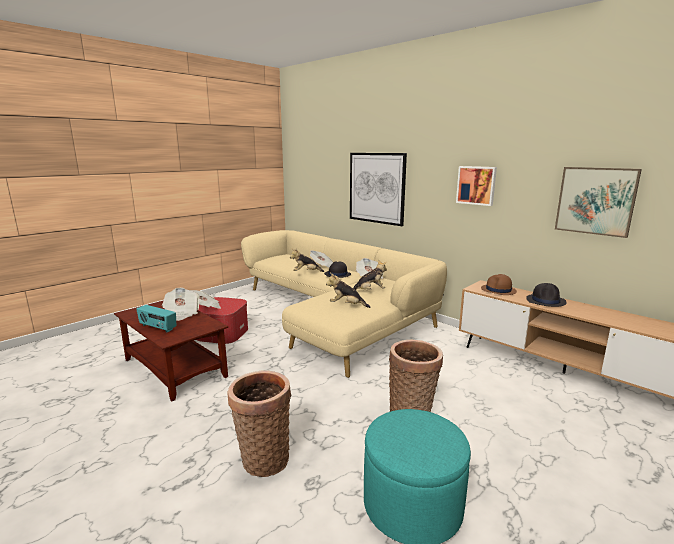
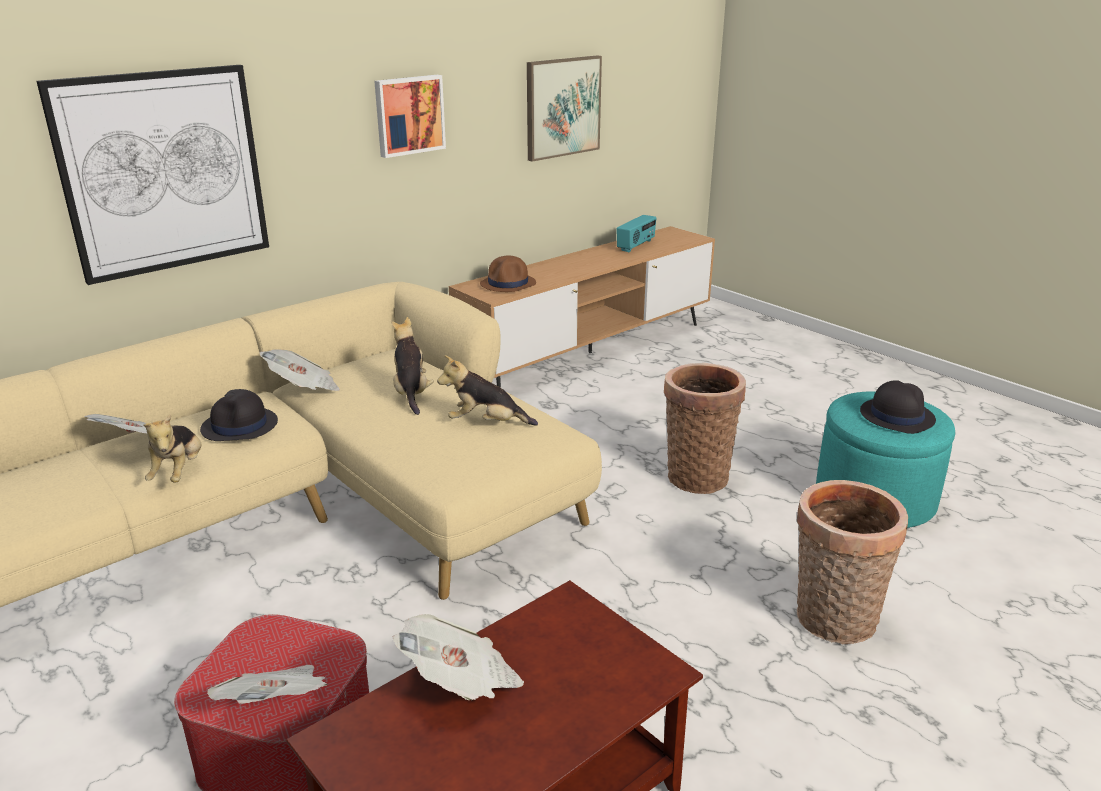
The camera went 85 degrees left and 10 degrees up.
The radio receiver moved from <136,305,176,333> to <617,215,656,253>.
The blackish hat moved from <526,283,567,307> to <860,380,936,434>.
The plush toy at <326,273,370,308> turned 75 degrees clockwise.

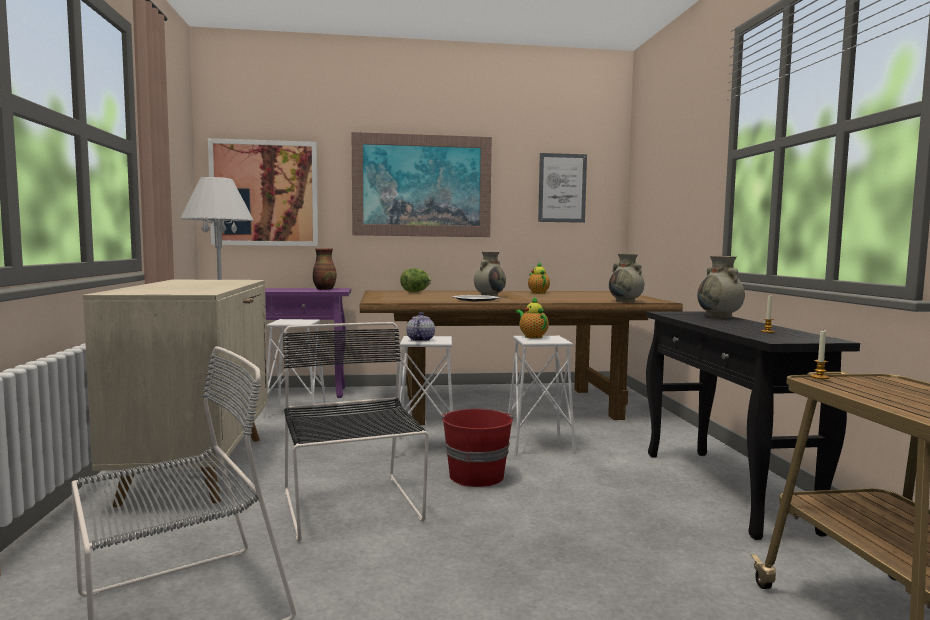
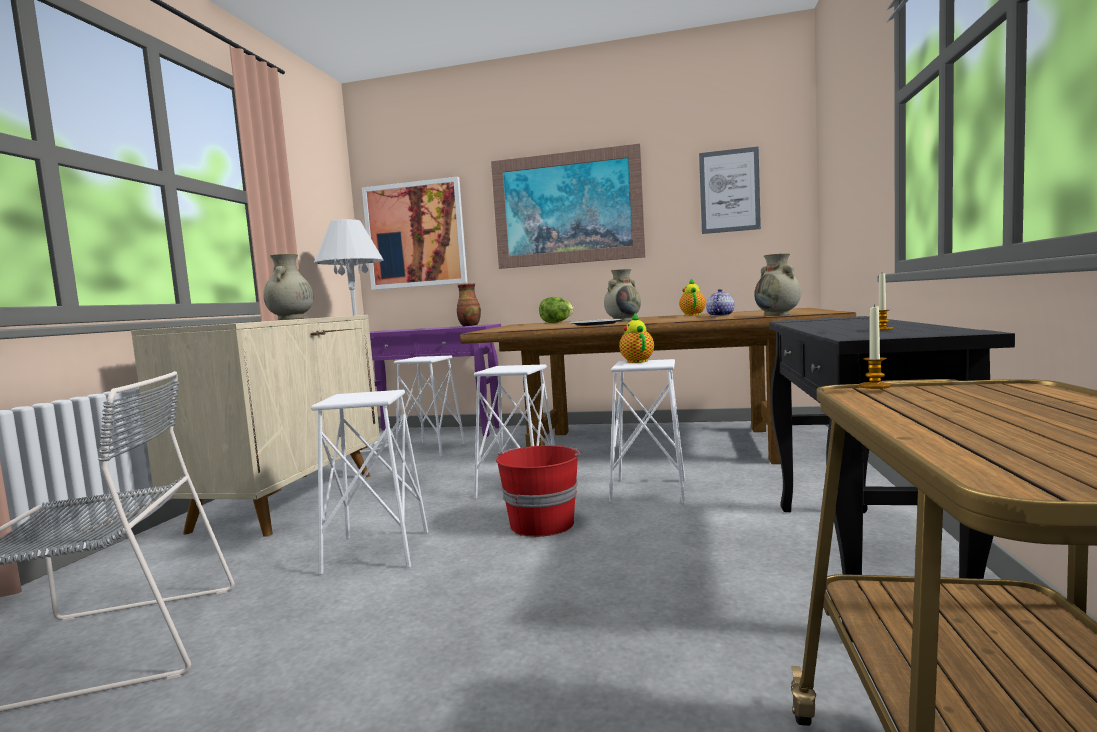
The camera went 20 degrees right and 0 degrees up.
The tea pot moved from <407,312,435,341> to <706,289,734,316>.
The beige decorative vase moved from <697,256,745,318> to <263,254,313,320>.
The blackish chair at <283,322,429,541> was replaced by the white sitting stool at <311,390,428,575>.

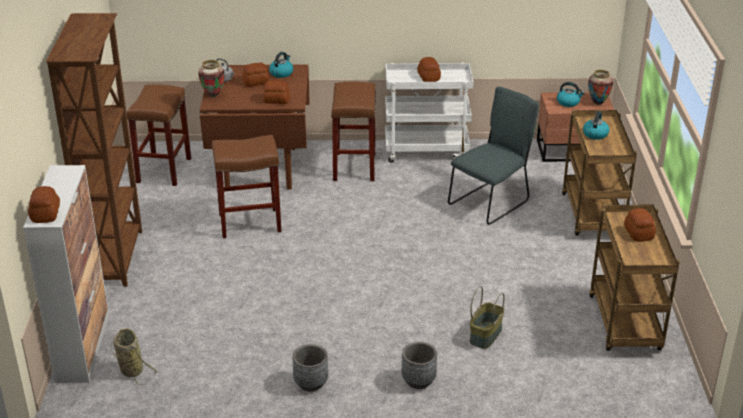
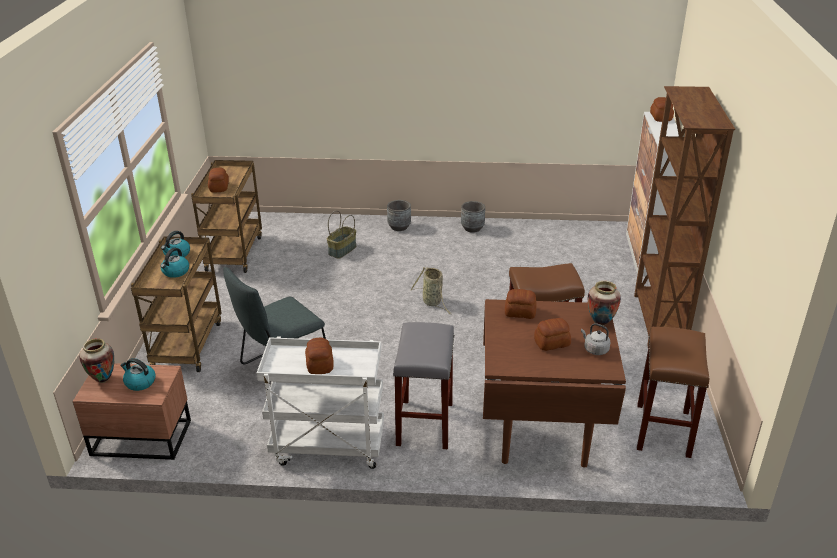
The camera went 175 degrees left and 0 degrees up.
The storage basket moved from <110,328,158,385> to <410,267,452,314>.
The tea kettle moved from <269,52,293,78> to <161,231,190,257>.
The brownish sitting stool at <331,82,376,181> became the greyish sitting stool at <393,322,454,449>.

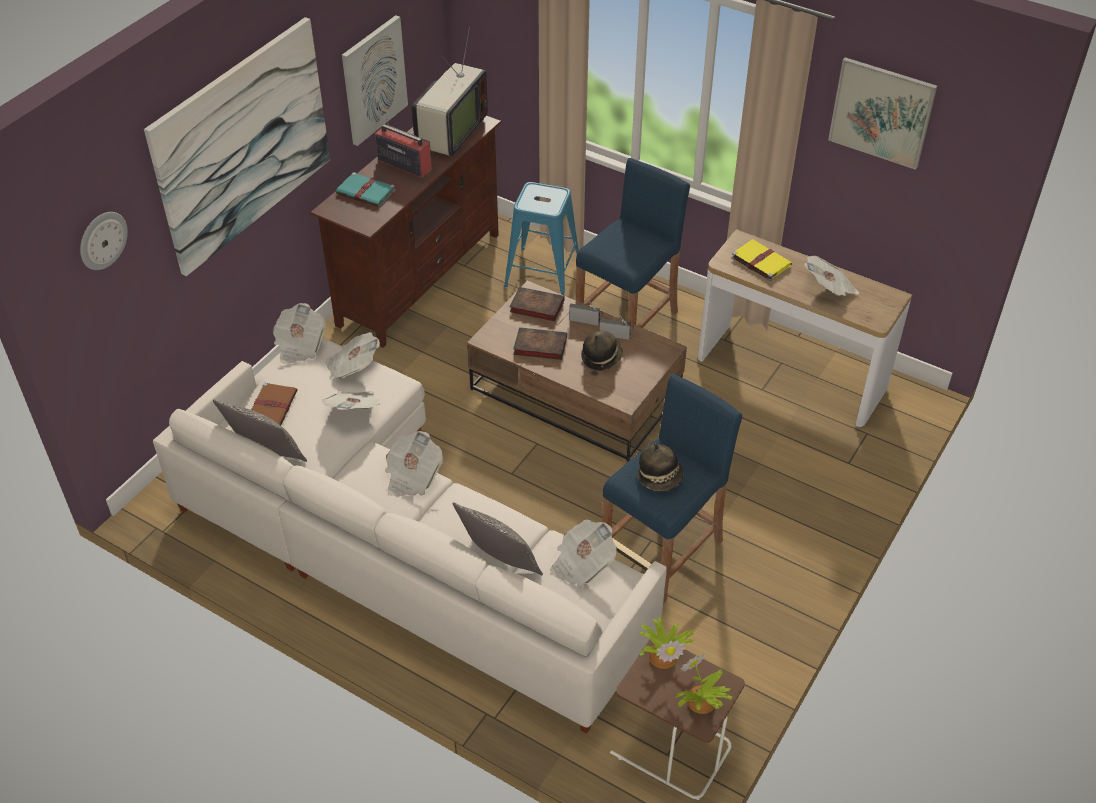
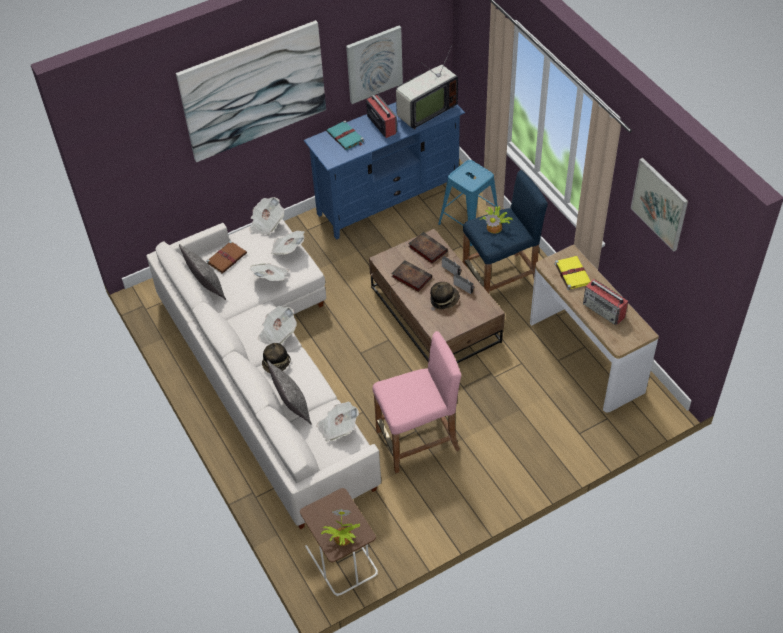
The camera went 30 degrees right and 5 degrees up.
The clock on the wall at <80,212,128,270> disappeared.
The hat moved from <637,444,684,491> to <262,343,291,373>.
The plant in a pot moved from <640,616,695,669> to <480,206,513,233>.
The newspaper at <804,256,859,297> was replaced by the radio receiver at <583,279,628,325>.
The brownish tv stand at <309,115,502,348> became the blue-coloured tv stand at <303,102,465,240>.
The blue-coloured sitting stool at <602,374,742,604> became the pinkish sitting stool at <372,331,462,473>.

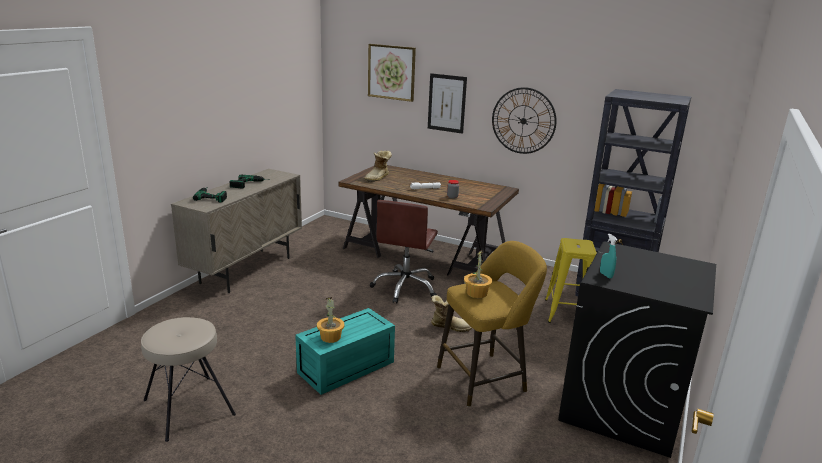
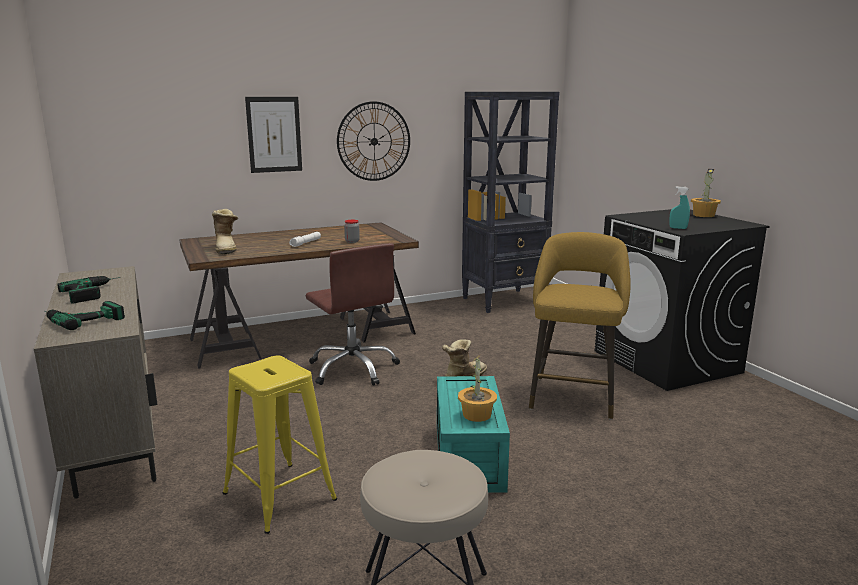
The camera went 50 degrees left and 5 degrees down.
The picture at <368,44,416,102> disappeared.
The plant in a pot moved from <464,250,493,298> to <691,169,721,217>.
The yellowish sitting stool moved from <545,238,597,323> to <223,355,337,534>.

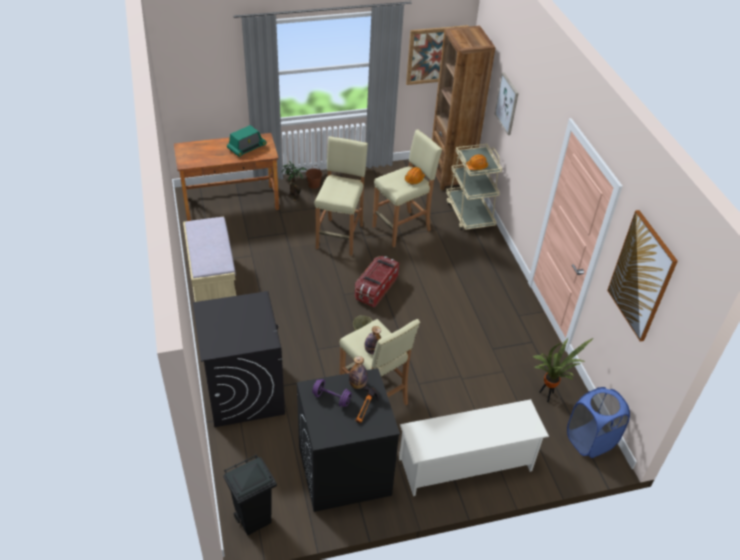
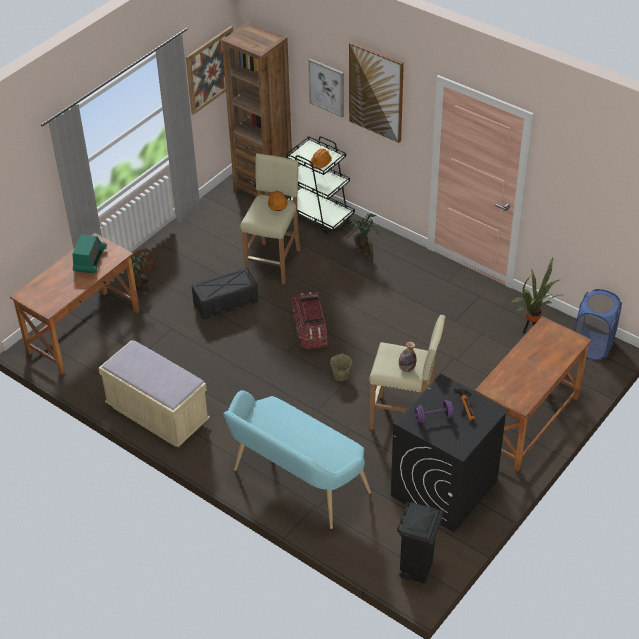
The camera went 35 degrees left and 0 degrees up.
The beverage bottle at <349,356,368,389> disappeared.
The plant in a pot at <349,213,379,260> appeared.
The picture moved from <607,210,678,342> to <349,42,404,143>.
The blackish washing machine at <193,291,285,427> was replaced by the blue-green indoor bench at <223,390,371,529>.
The beige sitting stool at <314,136,368,256> was replaced by the blackish storage container at <192,268,258,319>.
The white shoe stand at <399,399,549,496> was replaced by the brownish desk at <475,316,592,471>.
The beige trolley at <446,144,502,230> became the blackish trolley at <286,136,355,234>.

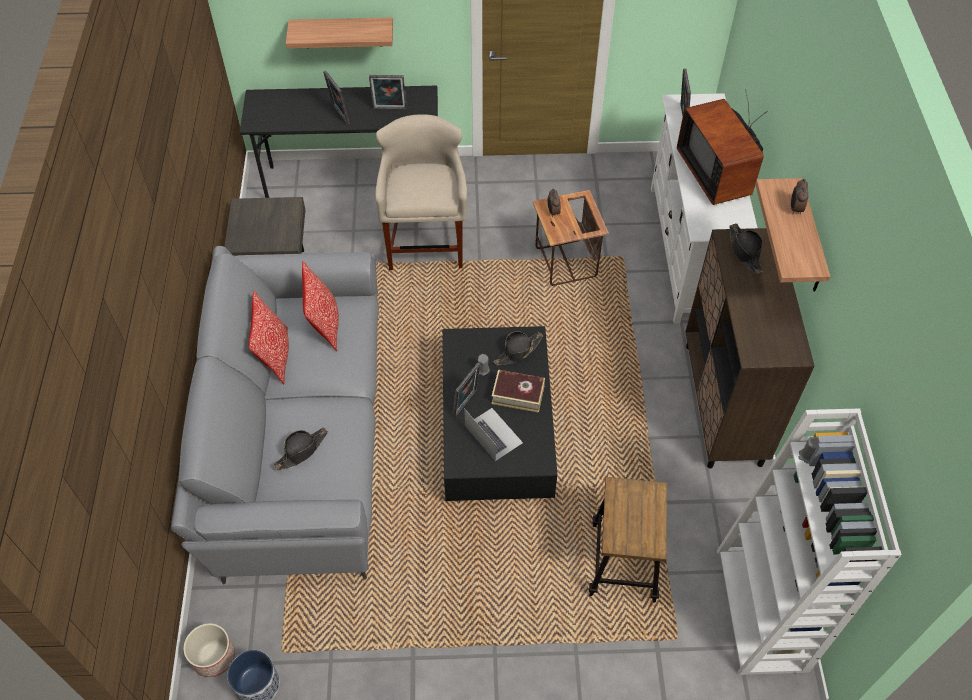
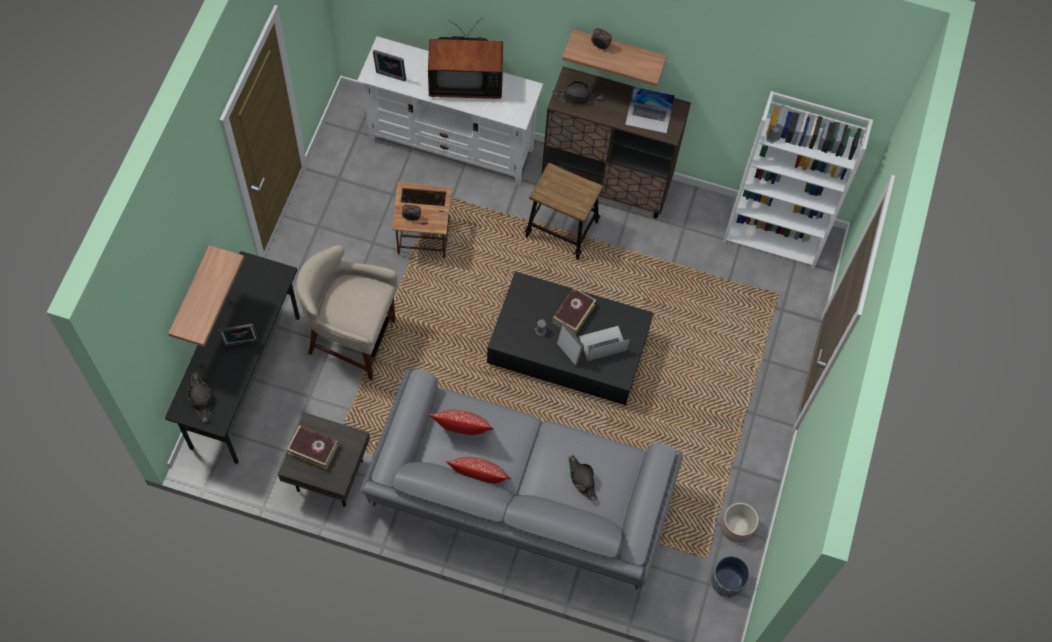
The camera went 75 degrees left and 10 degrees up.
The photo frame at <369,75,407,110> disappeared.
The volume at <287,425,339,470> appeared.
The notebook computer at <625,87,675,133> appeared.
The flower pot moved from <183,623,235,677> to <721,503,758,543>.
The blackish hat moved from <493,331,543,366> to <187,372,212,423>.
The sitting stool moved from <589,477,667,603> to <525,162,603,260>.

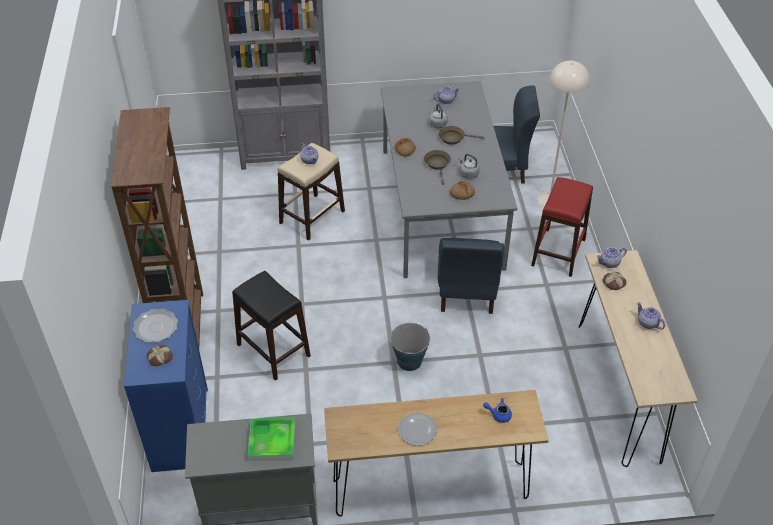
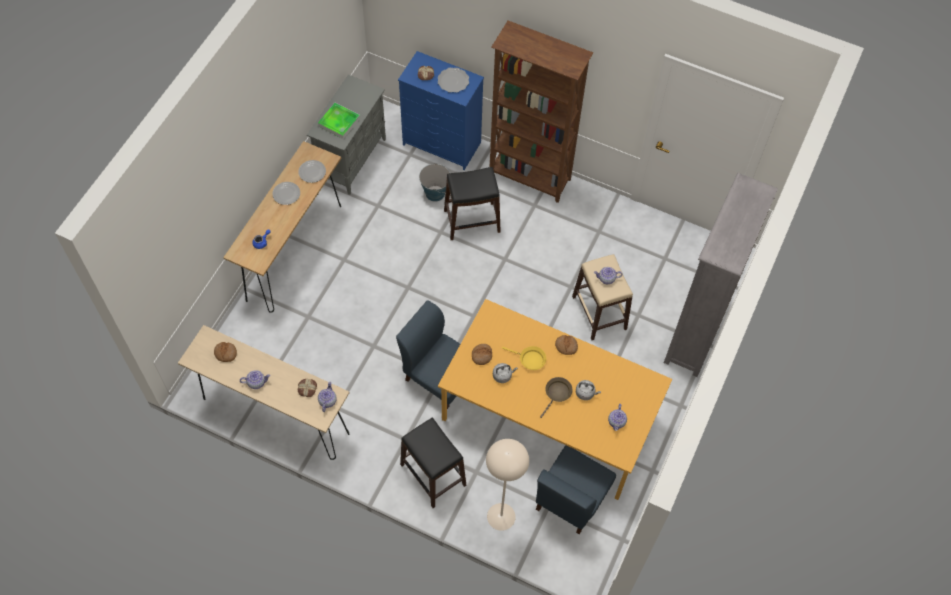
The camera went 120 degrees right and 15 degrees up.
The bread at <214,342,237,362> appeared.
The dinner plate at <298,160,326,183> appeared.
The pail moved from <389,323,430,371> to <419,163,450,202>.
The greyish kitchen table at <381,81,517,278> became the orange-coloured kitchen table at <438,299,672,500>.
The brownish frying pan at <424,150,451,185> became the yellowish frying pan at <502,346,546,370>.
The red-coloured sitting stool at <531,177,593,277> became the blackish sitting stool at <400,418,466,508>.

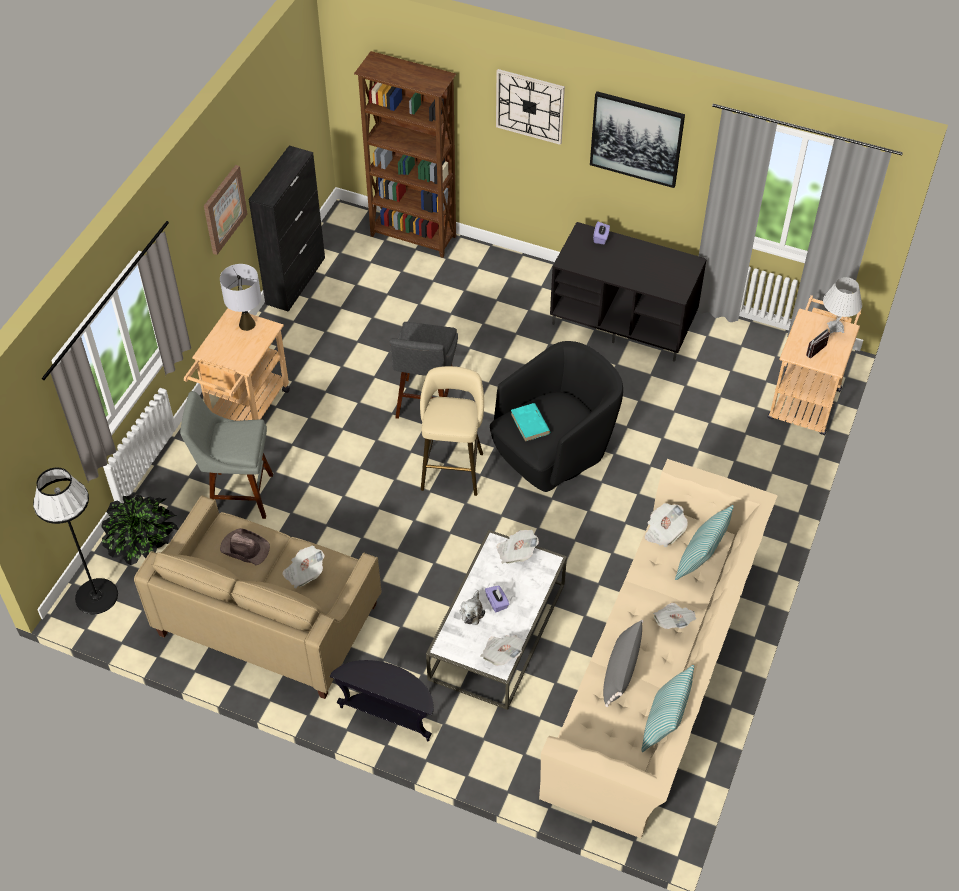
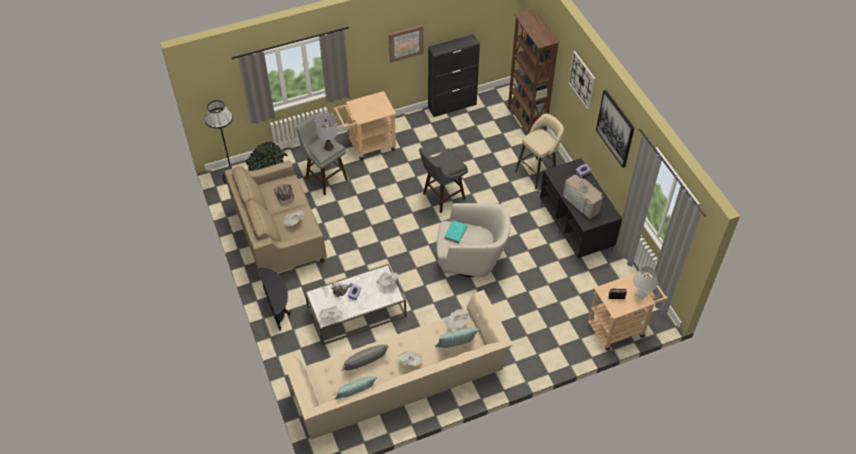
The camera went 45 degrees right and 0 degrees up.
The television at <563,169,603,219> appeared.
The greyish tabletop lamp moved from <220,264,261,331> to <315,113,338,151>.
The beige sitting stool moved from <420,366,484,496> to <515,114,564,190>.
The blackish lounge chair at <490,341,623,492> became the beige lounge chair at <437,203,510,277>.

